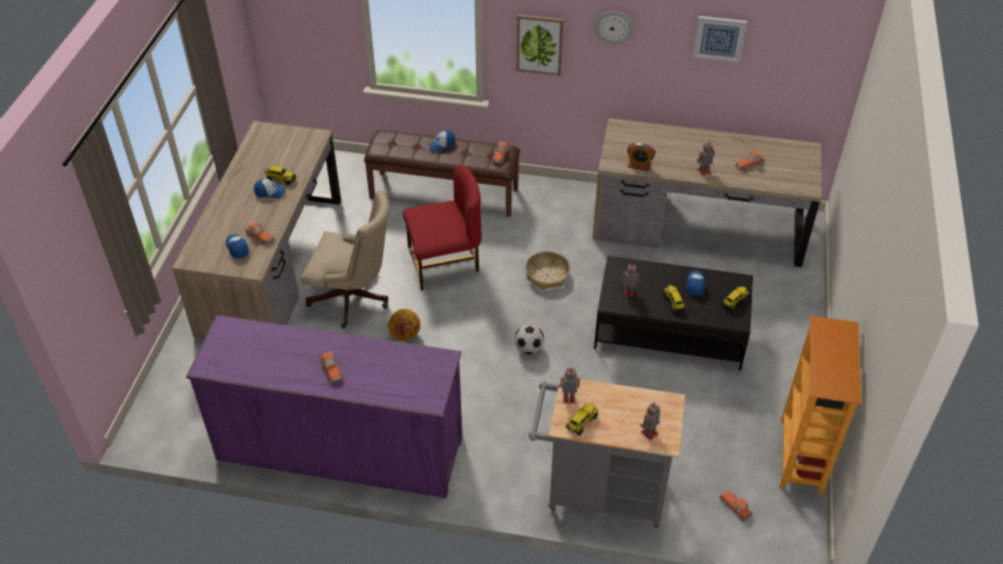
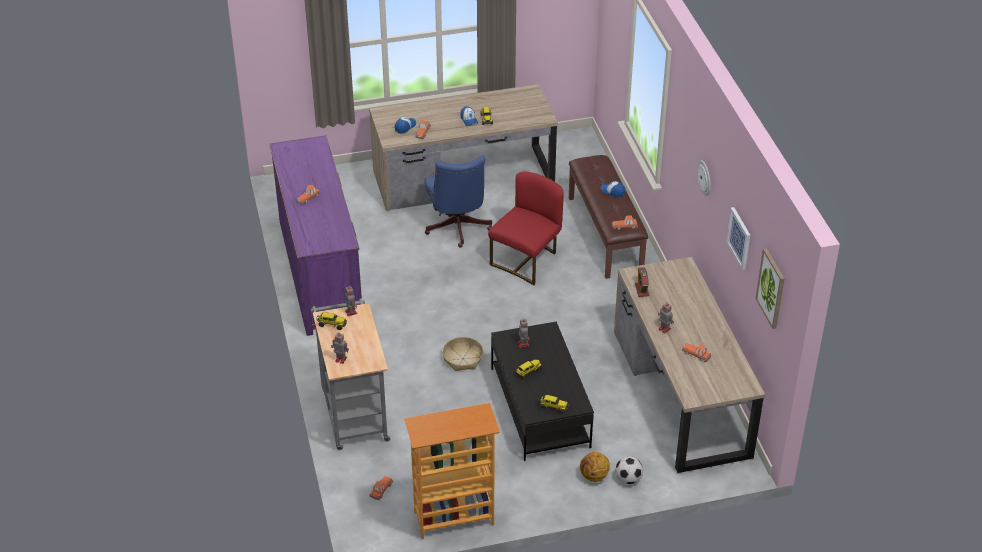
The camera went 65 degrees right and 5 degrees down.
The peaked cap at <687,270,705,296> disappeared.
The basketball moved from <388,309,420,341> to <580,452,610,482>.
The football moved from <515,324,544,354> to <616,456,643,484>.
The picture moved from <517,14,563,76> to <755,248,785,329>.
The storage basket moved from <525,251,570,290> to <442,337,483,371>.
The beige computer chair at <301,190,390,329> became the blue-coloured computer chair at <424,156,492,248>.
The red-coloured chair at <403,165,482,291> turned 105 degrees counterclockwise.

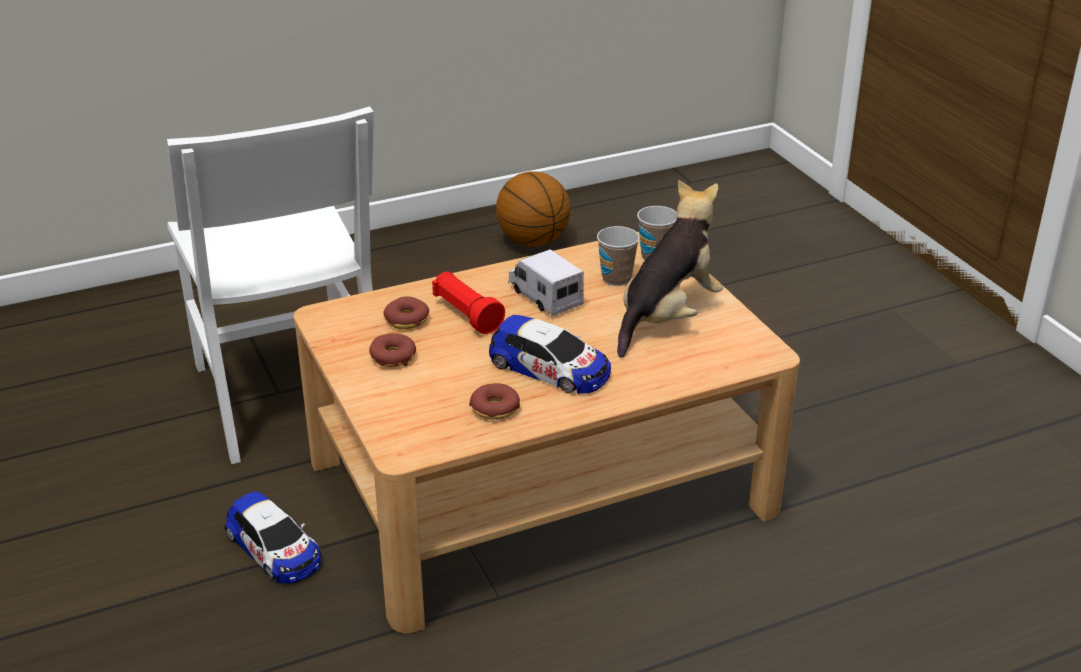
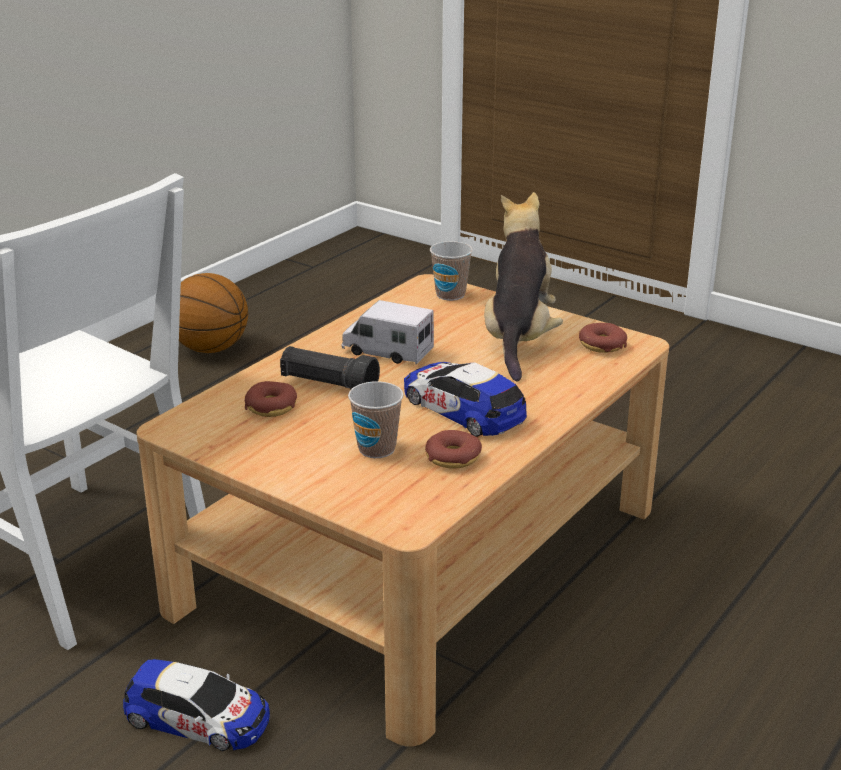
The camera went 30 degrees left and 5 degrees down.
The doughnut moved from <369,333,416,367> to <579,323,627,353>.
The cup moved from <597,226,640,286> to <348,381,404,458>.
The red-coloured torch at <432,272,505,334> became the blackish torch at <280,346,380,389>.
The miniature car at <489,315,611,394> turned 135 degrees counterclockwise.

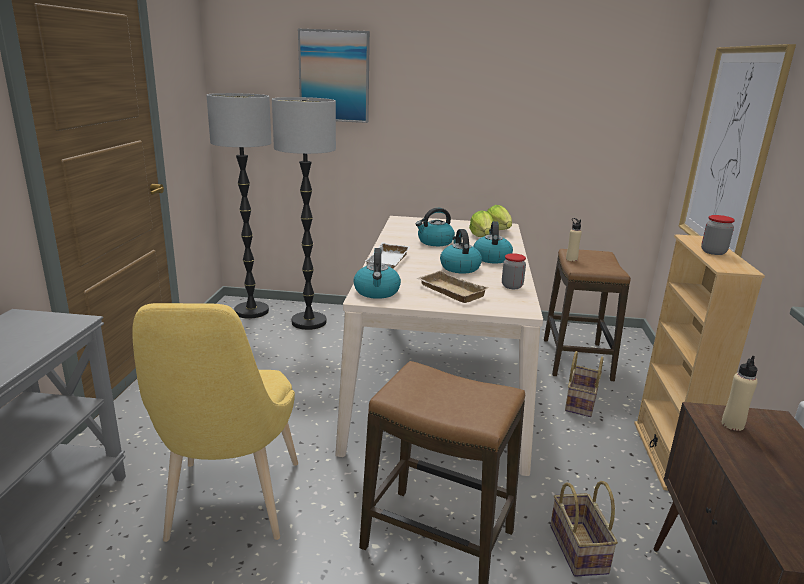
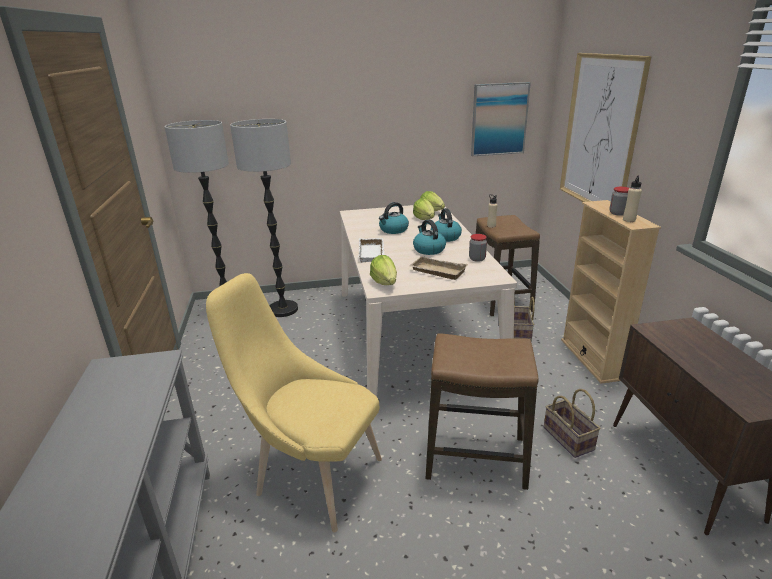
The camera went 15 degrees left and 5 degrees up.
The picture moved from <298,29,370,123> to <471,82,531,156>.
The beige beverage bottle moved from <722,356,758,431> to <623,176,642,222>.
The tea kettle at <353,248,401,299> was replaced by the lettuce head at <370,255,397,285>.
The yellowish chair at <132,303,298,542> turned 135 degrees clockwise.

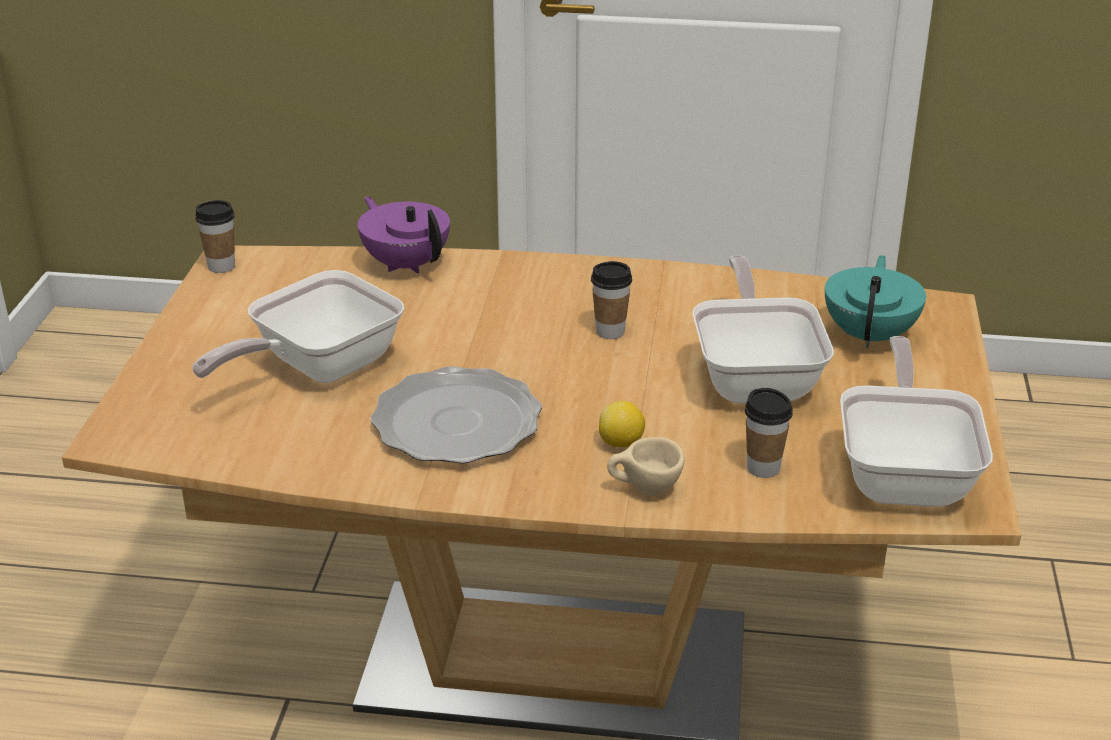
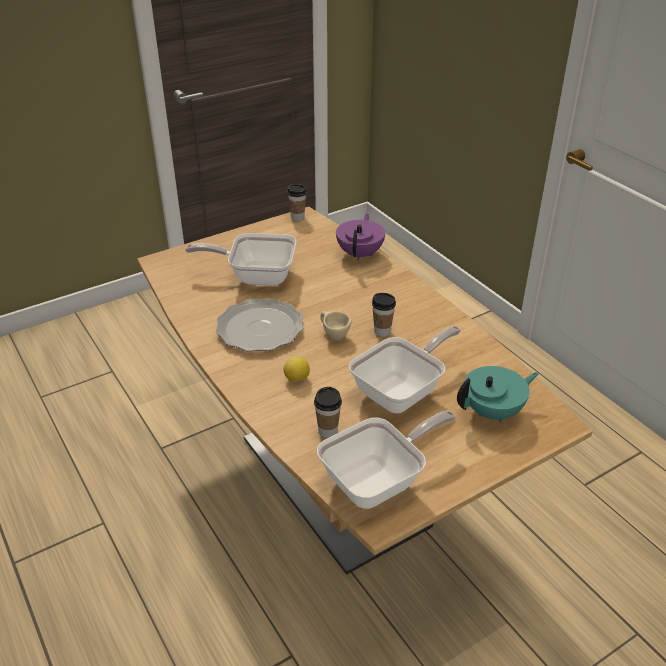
The camera went 50 degrees right and 5 degrees up.
The beige cup moved from <607,437,684,496> to <320,311,352,340>.

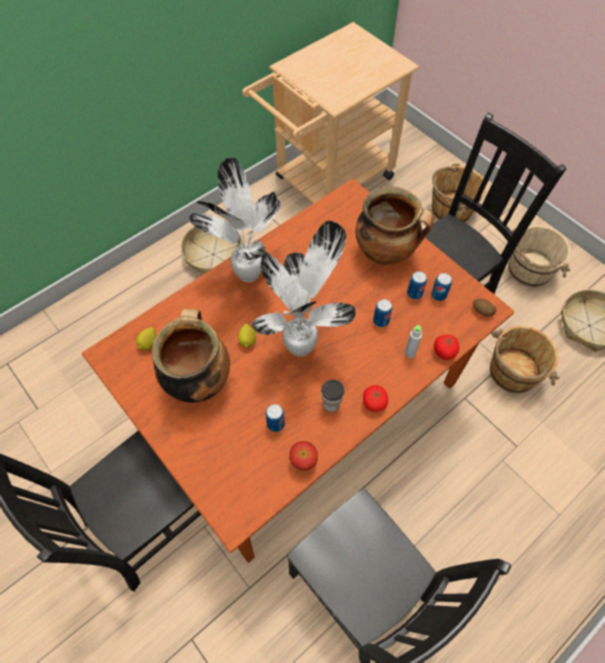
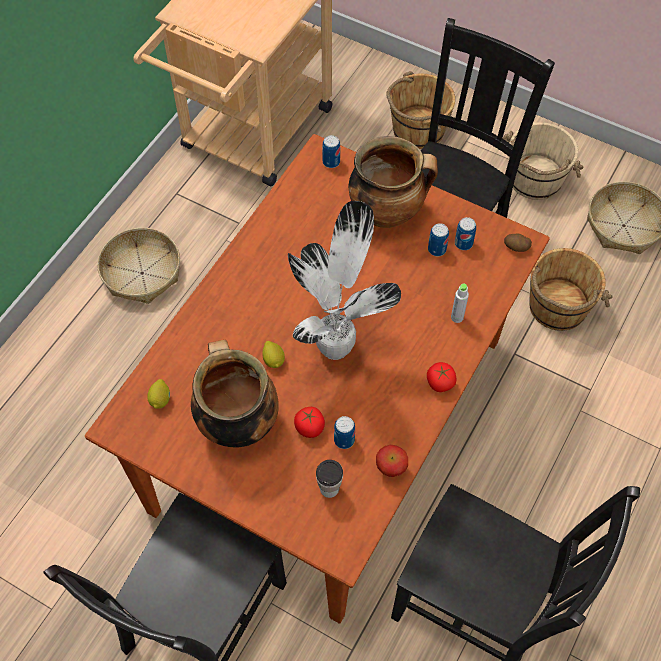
The camera went 20 degrees left and 0 degrees up.
The plant in a pot at <189,157,281,282> disappeared.
The cup moved from <321,379,344,412> to <316,460,343,498>.
The metal can moved from <373,299,392,327> to <322,135,340,168>.
The tomato moved from <434,335,459,360> to <294,407,325,438>.

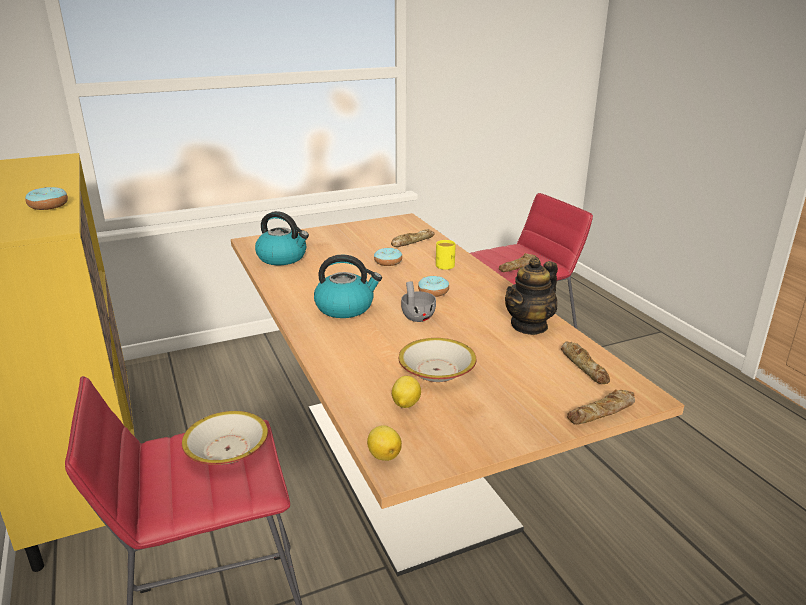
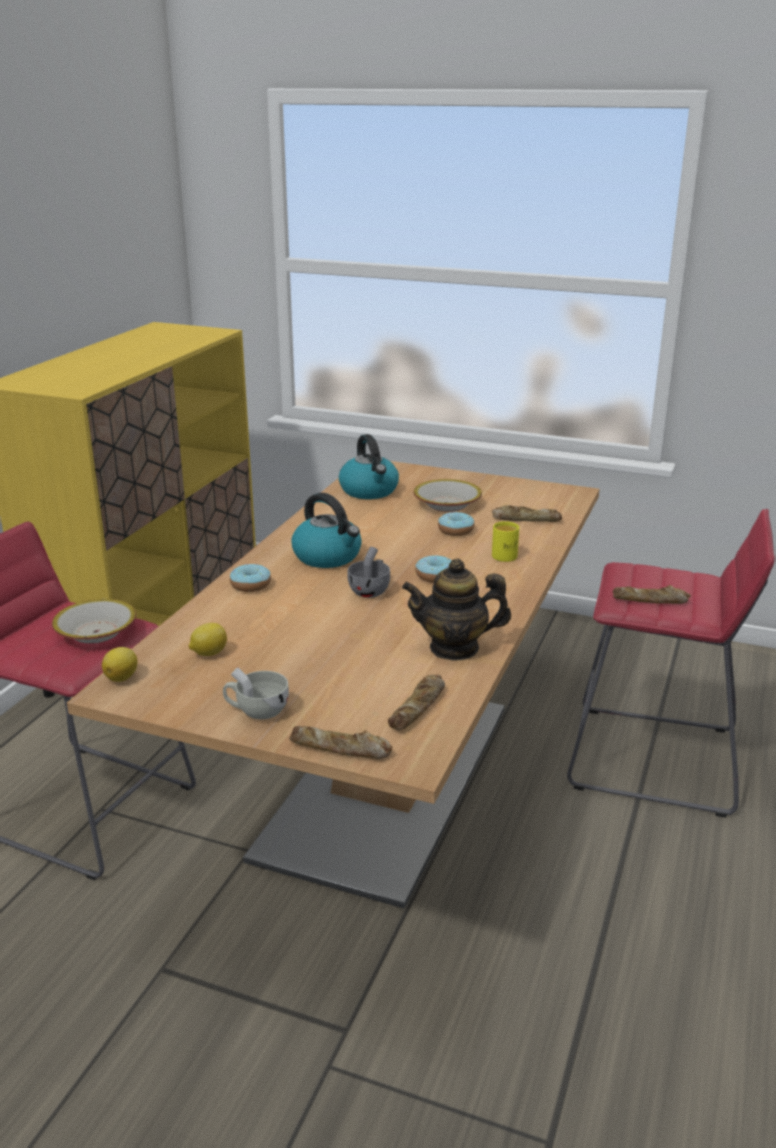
The camera went 45 degrees right and 0 degrees up.
The white cup at <223,667,289,720> appeared.
The doughnut moved from <25,187,68,210> to <230,564,271,592>.
The deep dish moved from <398,338,476,382> to <414,479,482,512>.

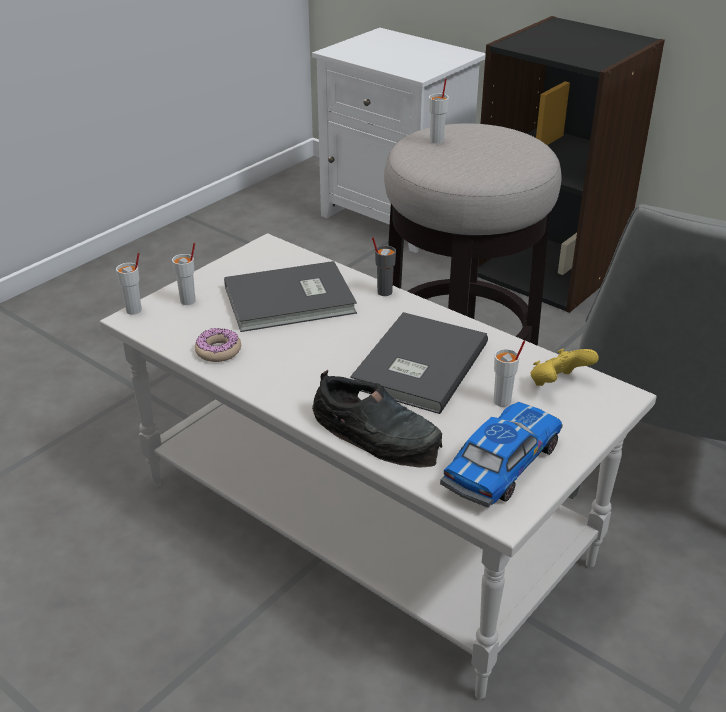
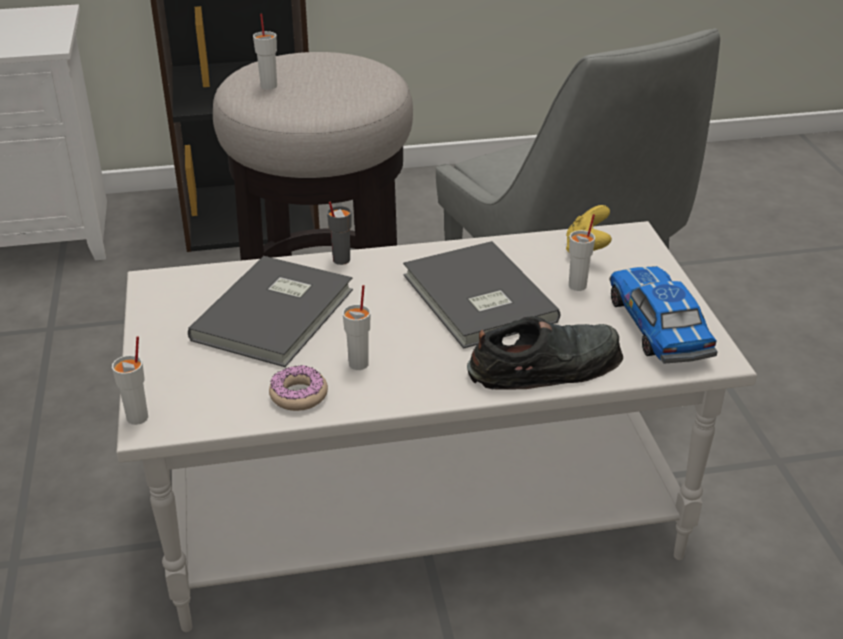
The camera went 50 degrees left and 0 degrees up.
The white cup moved from <172,243,196,305> to <343,285,371,370>.

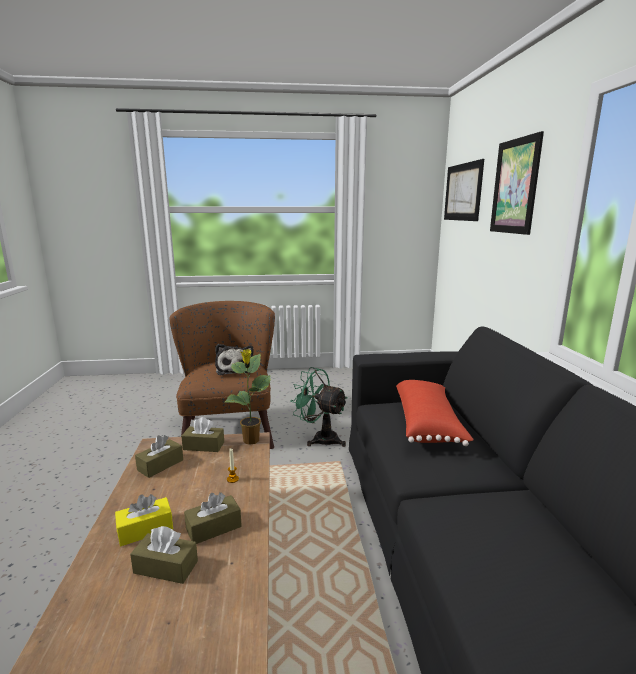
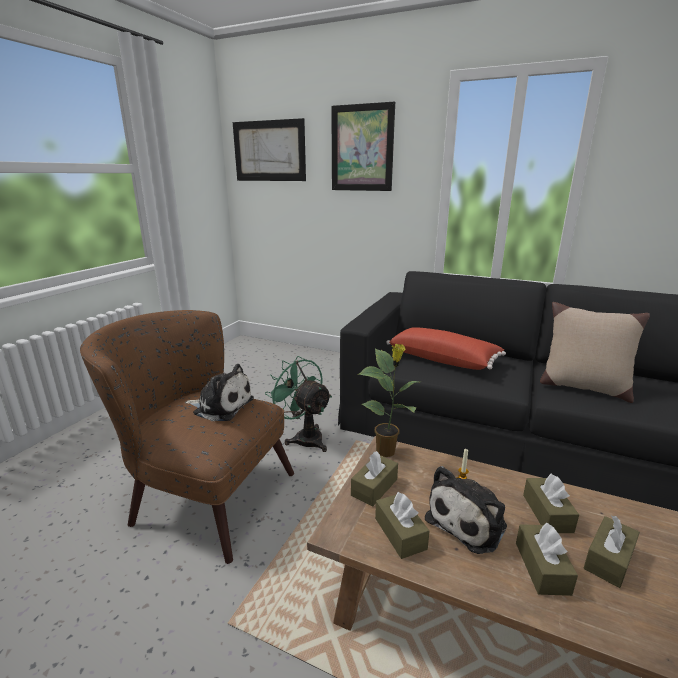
The camera went 60 degrees left and 5 degrees up.
The plush toy at <425,466,507,554> appeared.
The beige pillow at <540,302,650,403> appeared.
The yellowish tissue holder at <115,494,173,546> became the brownish tissue holder at <516,522,578,596>.
The green-coloured electric fan at <290,367,347,447> turned 75 degrees clockwise.

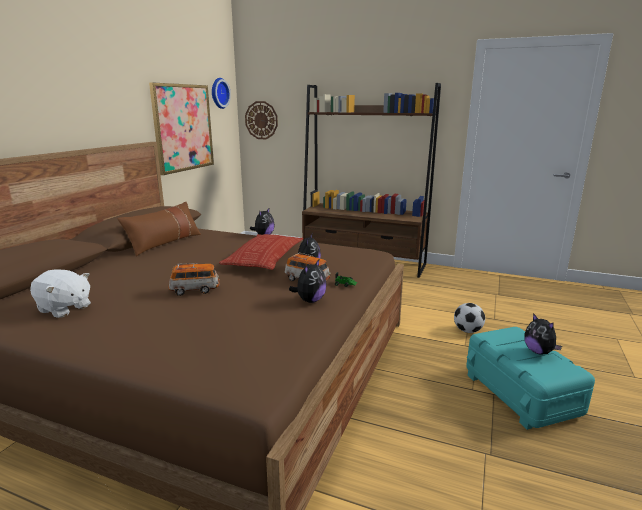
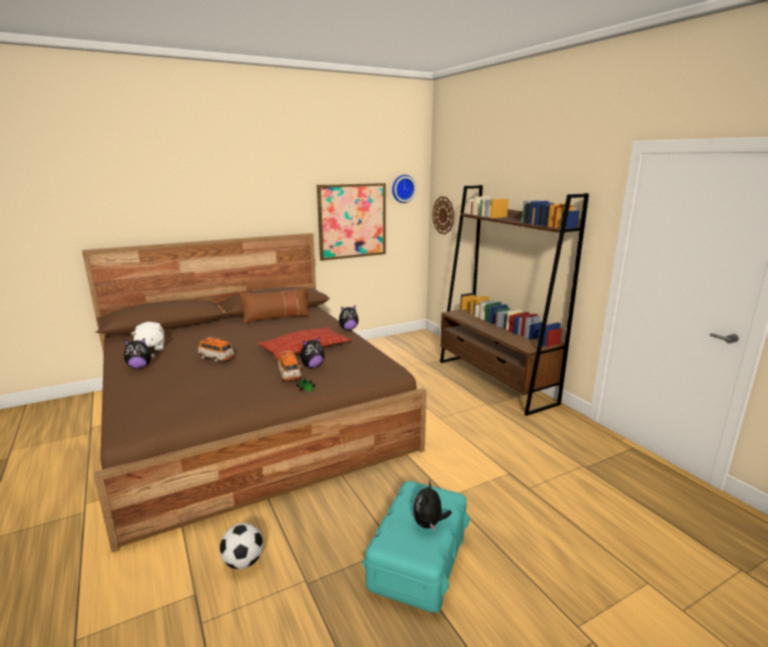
The camera went 40 degrees right and 0 degrees up.
The plush toy moved from <289,260,327,303> to <124,338,155,369>.
The football moved from <454,303,485,333> to <220,523,264,569>.

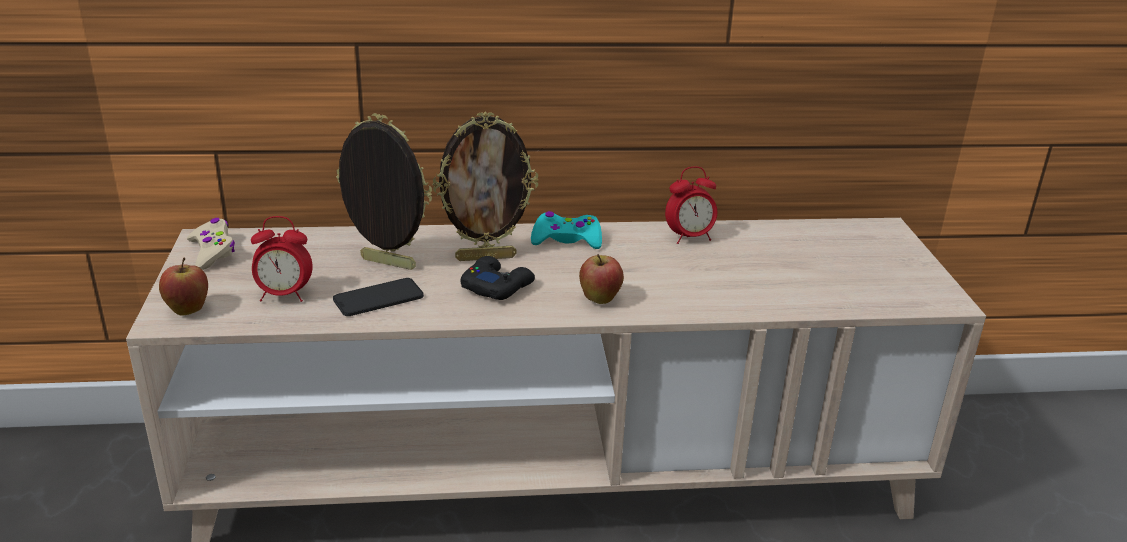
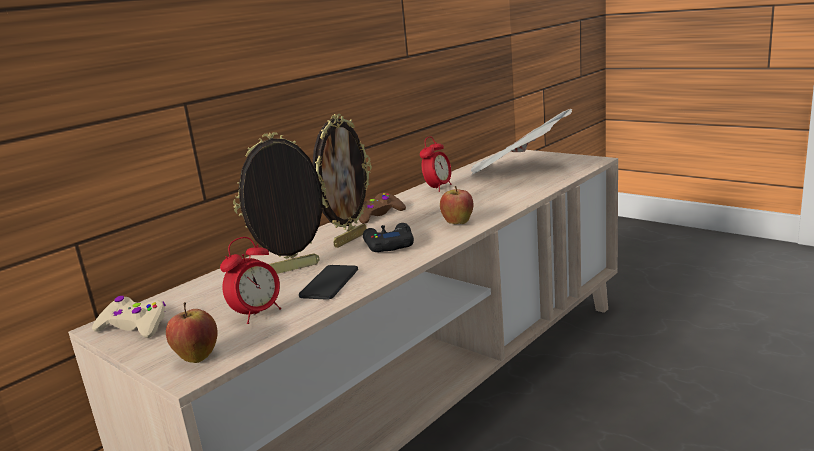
The camera went 40 degrees left and 10 degrees down.
The newspaper at <471,109,572,176> appeared.
The blue-green gamepad at <531,211,602,249> became the brownish gamepad at <359,192,406,224>.

